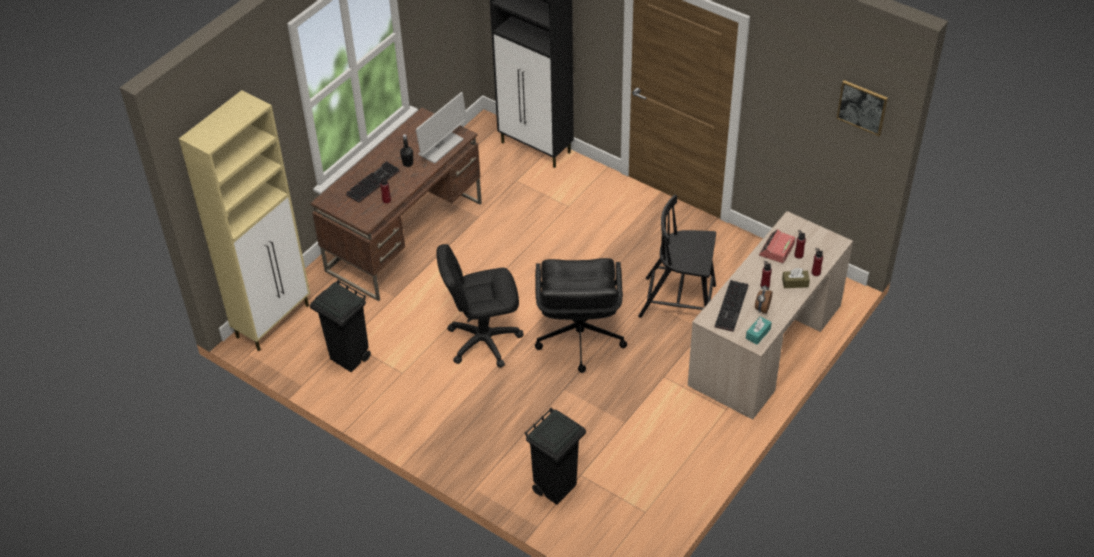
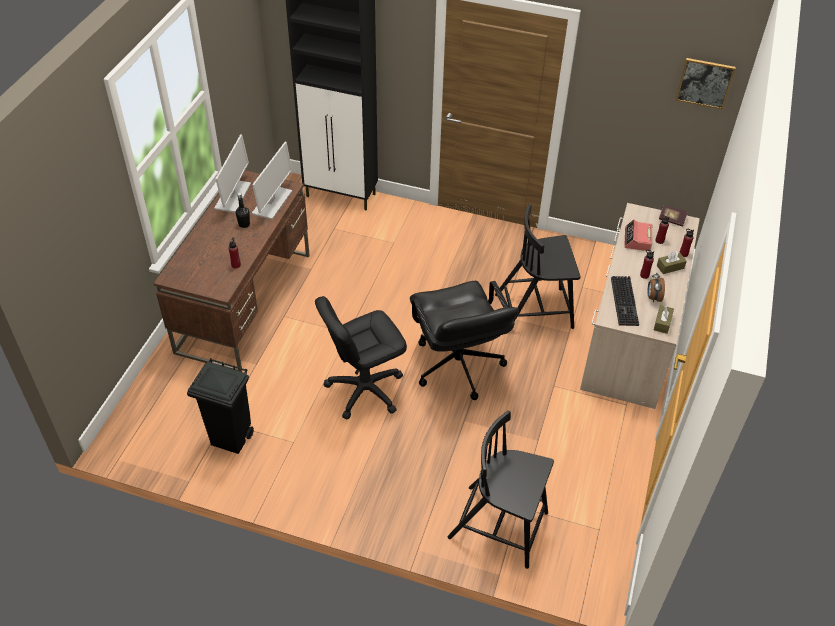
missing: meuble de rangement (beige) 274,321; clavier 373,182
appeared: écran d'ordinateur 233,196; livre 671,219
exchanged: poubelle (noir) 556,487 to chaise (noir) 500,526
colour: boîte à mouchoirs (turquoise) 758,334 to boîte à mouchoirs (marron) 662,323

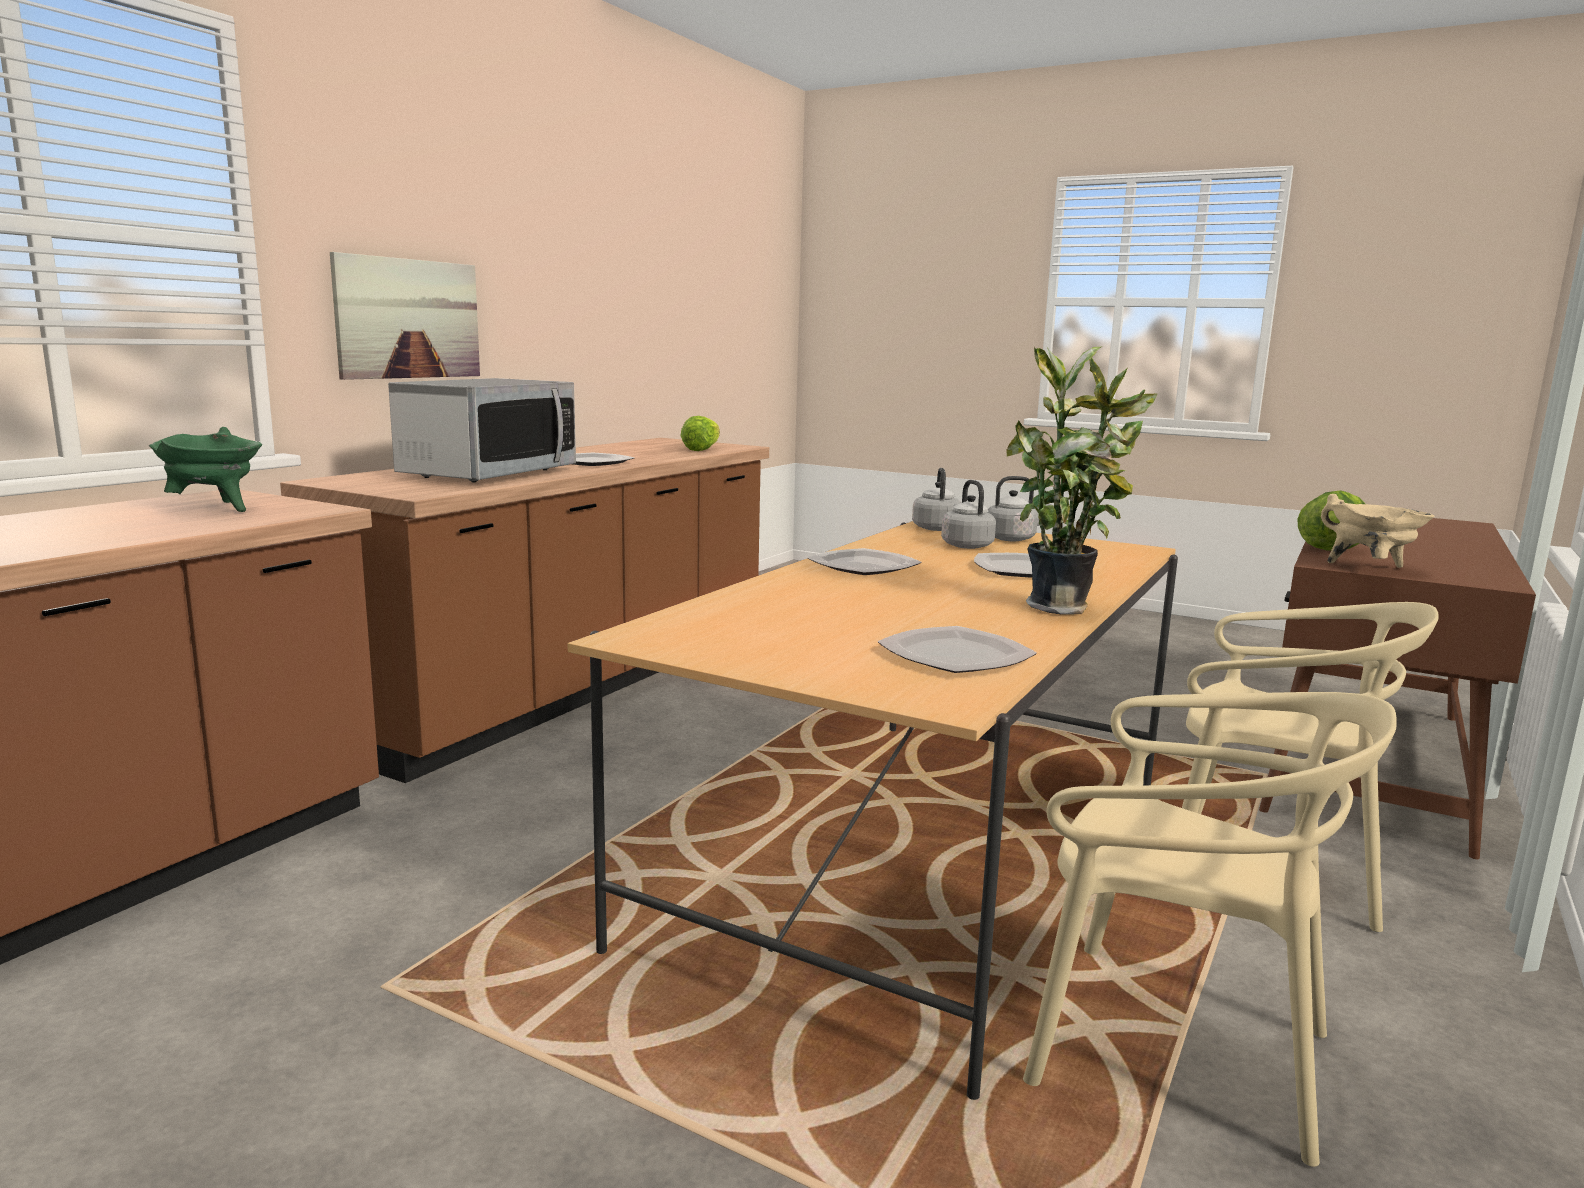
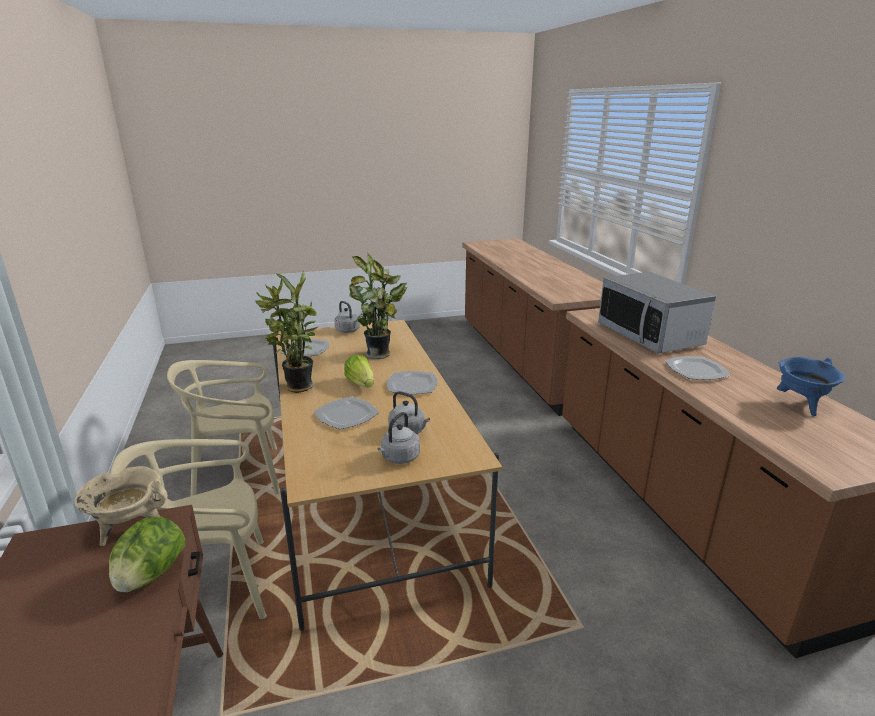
missing: tableau 408,319; marmite (vert) 215,509
appeared: plante en pot 381,355; marmite (bleu) 801,405
relocated: laitue 702,449 to 361,383; bouilloire (gris) 935,528 to 348,331

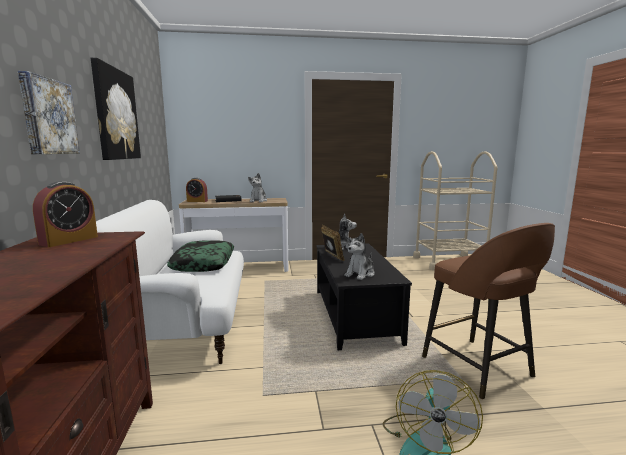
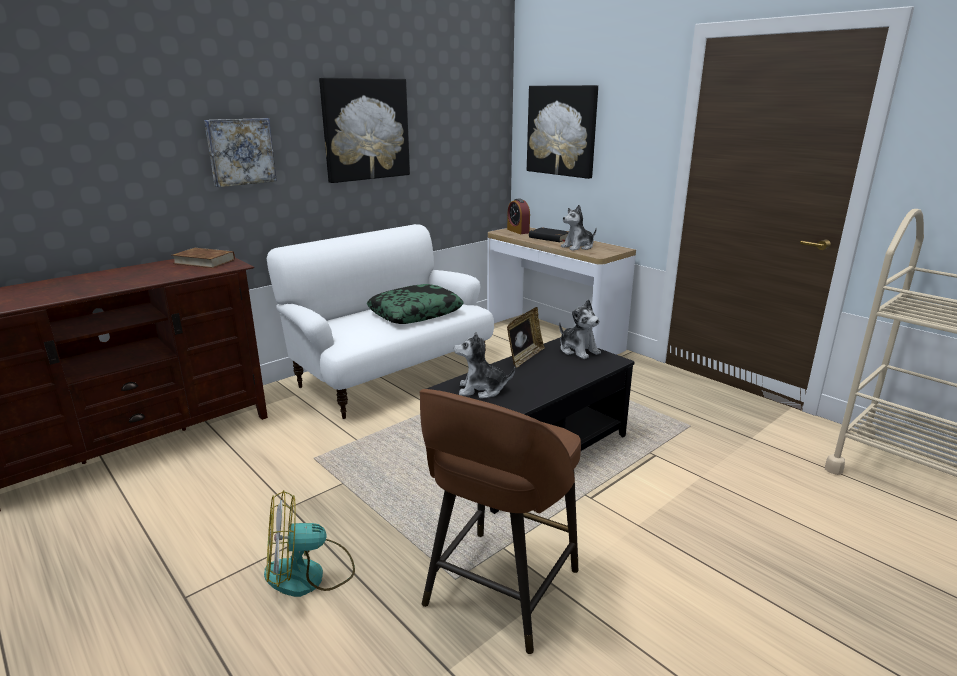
appeared: tableau 562,131
exchanged: réveil 69,240 to livre (marron) 204,261

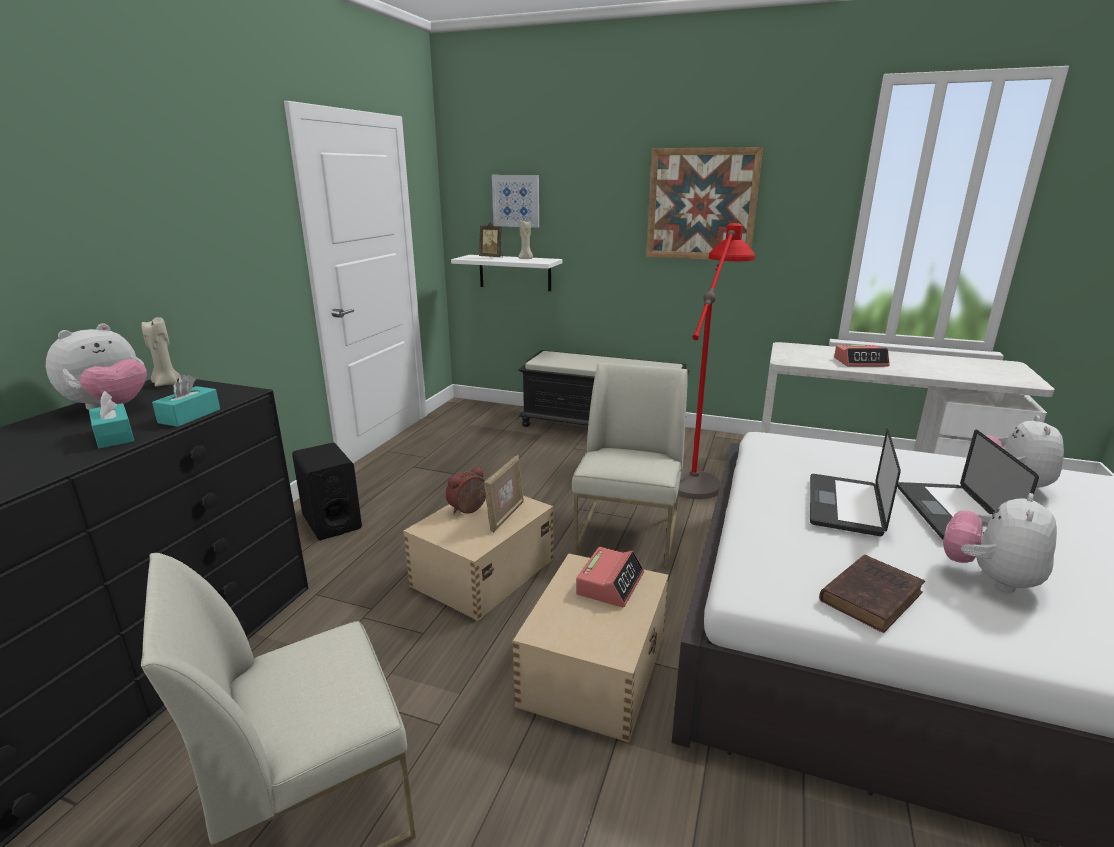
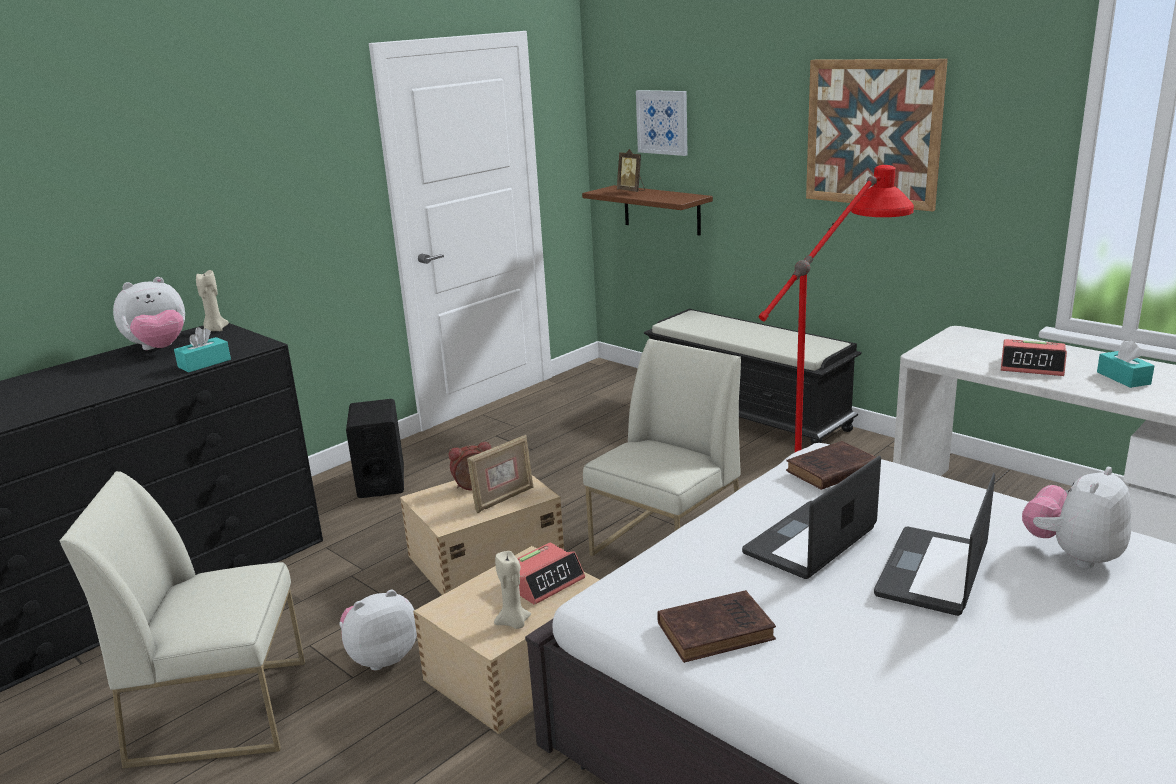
appeared: livre (marron) 830,471
relocated: bougie (beige) 526,258 to 514,623; boîte à mouchoirs (turquoise) 114,436 to 1123,378; peluche 989,578 to 381,657
colour: étagère (blanc) 515,272 to étagère (marron) 661,210

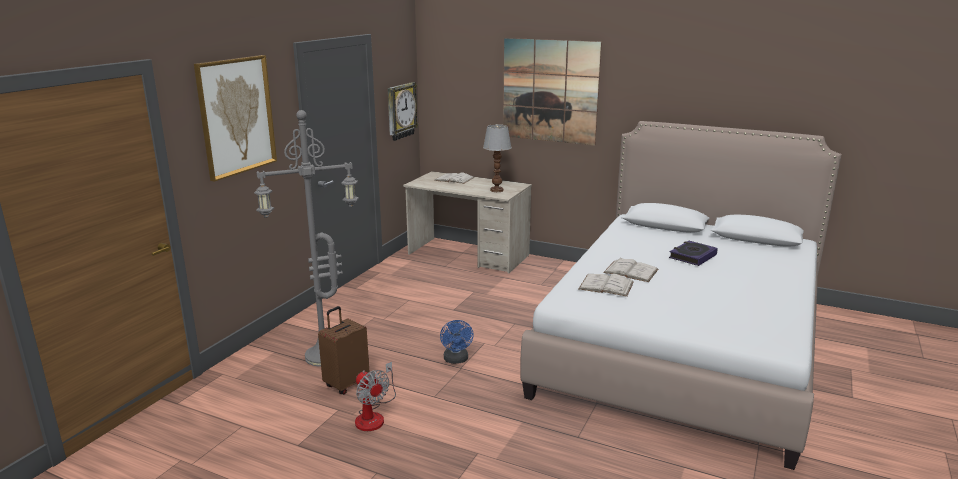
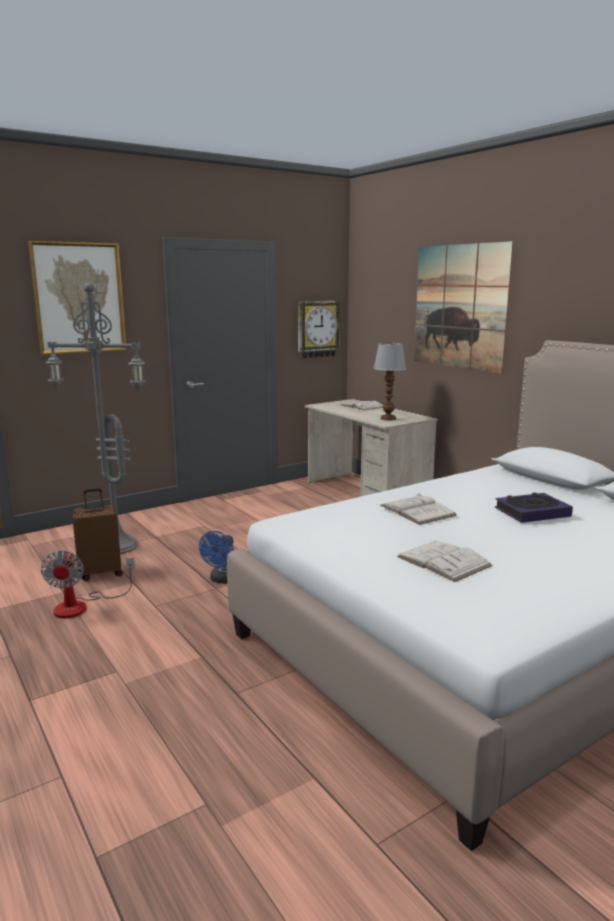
relocated: livre (blanc) 606,285 to 443,561

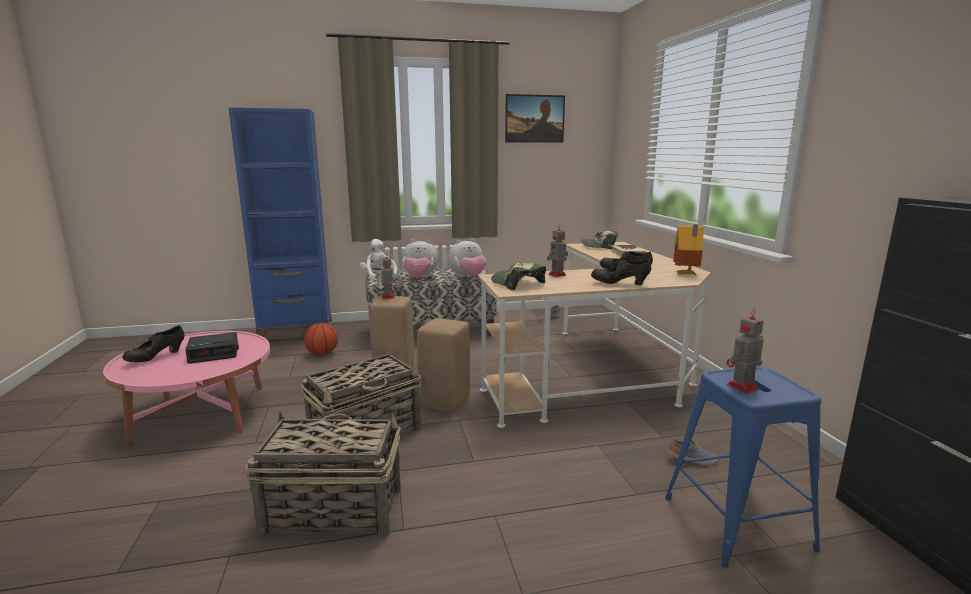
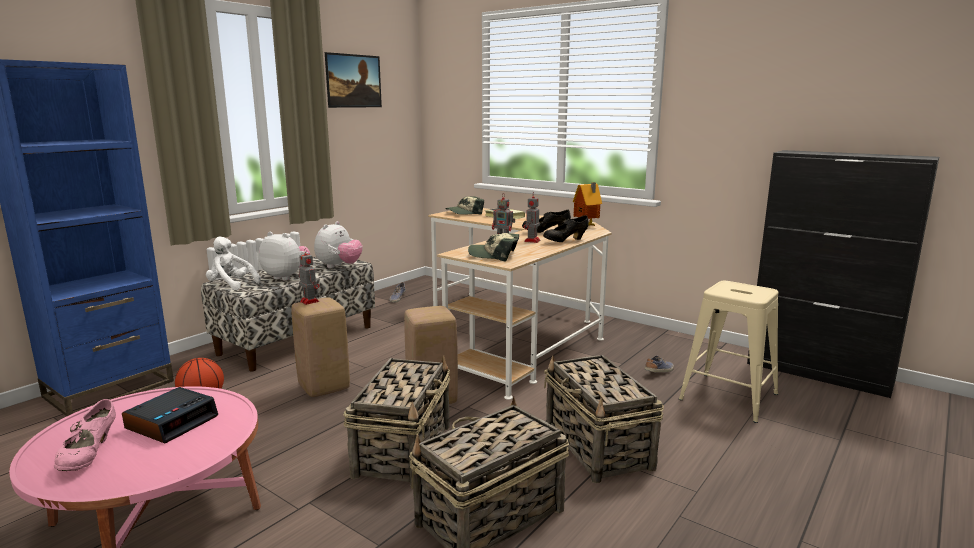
appeared: panier 598,447
relocated: robot jouet 741,387 to 532,241
colour: chaussure (noir) 156,357 to chaussure (rose) 89,456; tabouret (bleu) 736,522 to tabouret (beige) 728,397
spun: peluche 420,278 = 286,277 120 degrees counterclockwise

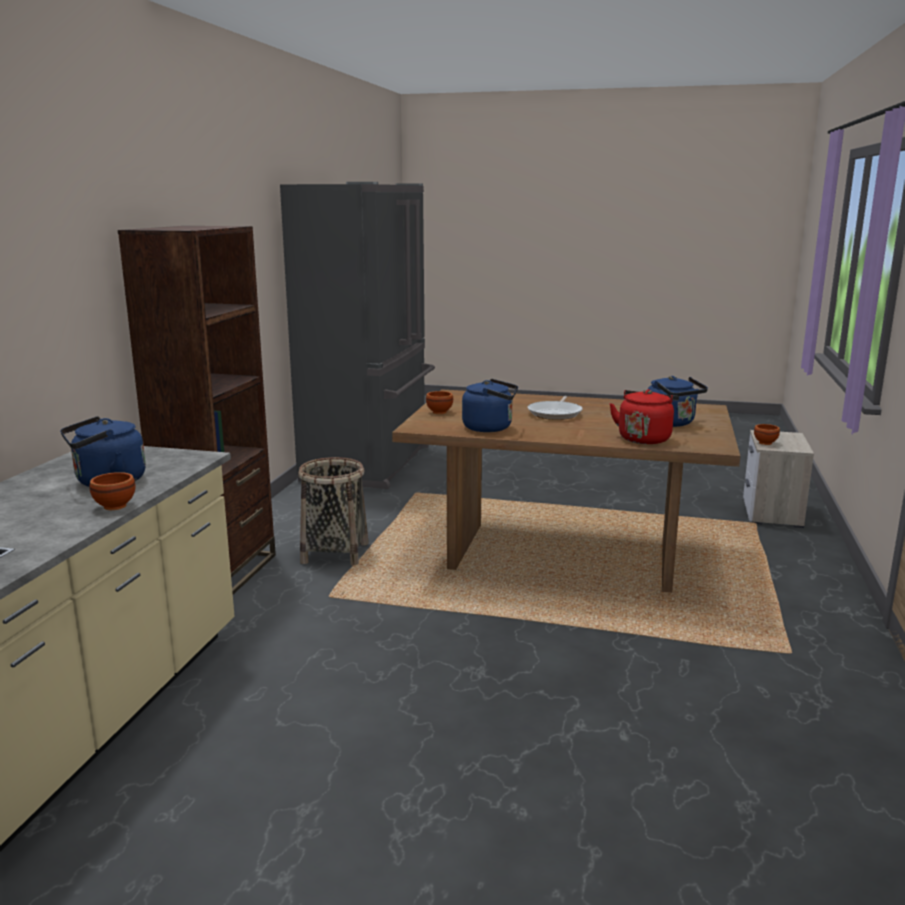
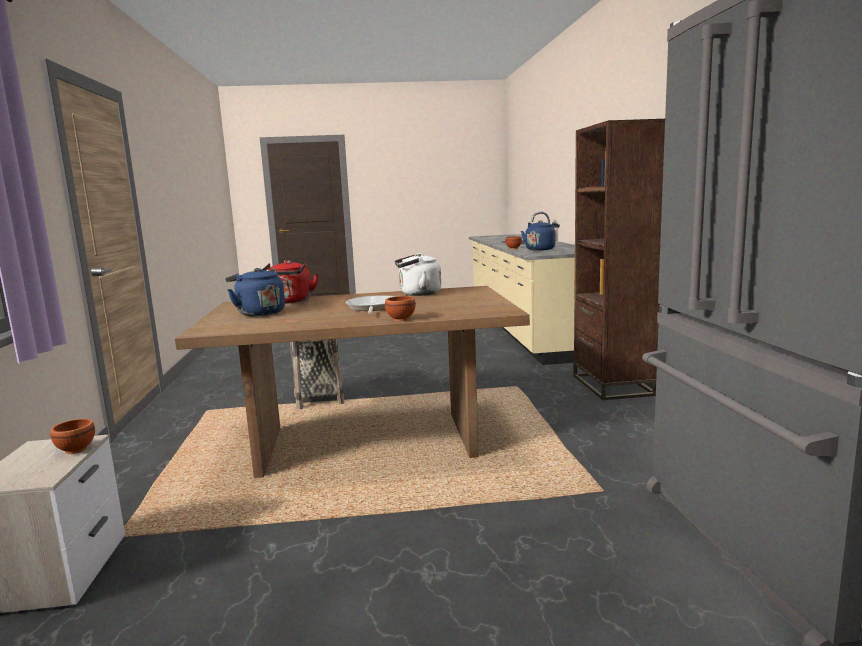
relocated: bol (marron) 440,412 to 400,319; panier 335,553 to 319,400
colour: bouilloire (bleu) 490,428 to bouilloire (blanc) 417,294

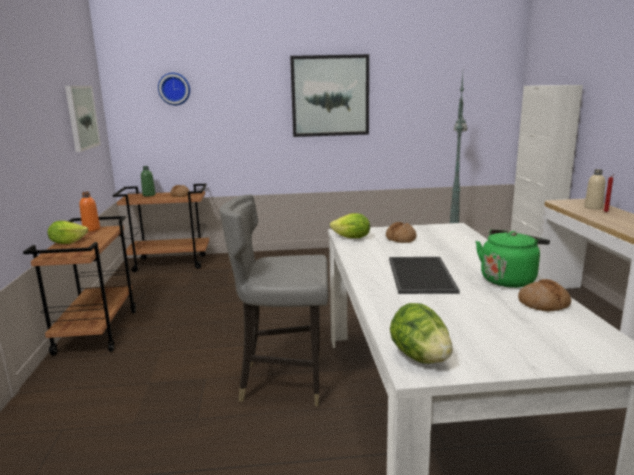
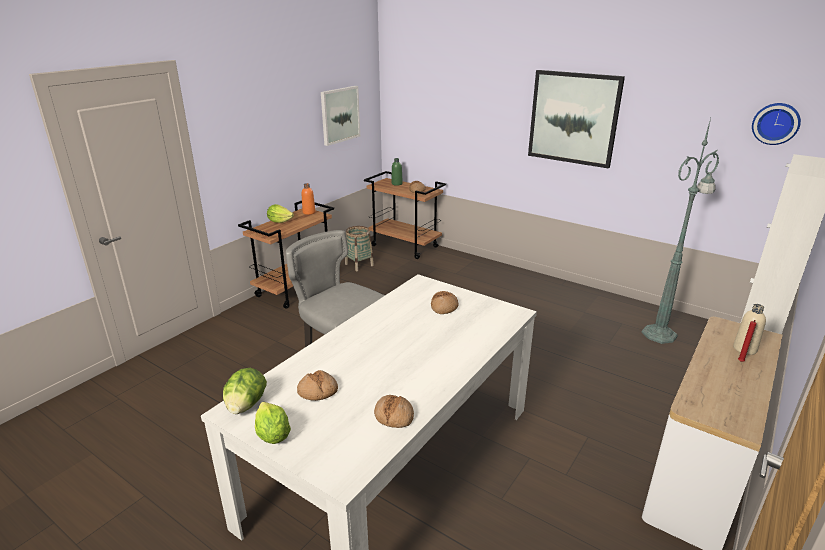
missing: bouilloire (vert) 509,279; plateau 422,275
appeared: panier 359,265; pain 317,391
relocated: horloge murale 174,89 to 776,123; laitue 352,238 to 272,435

